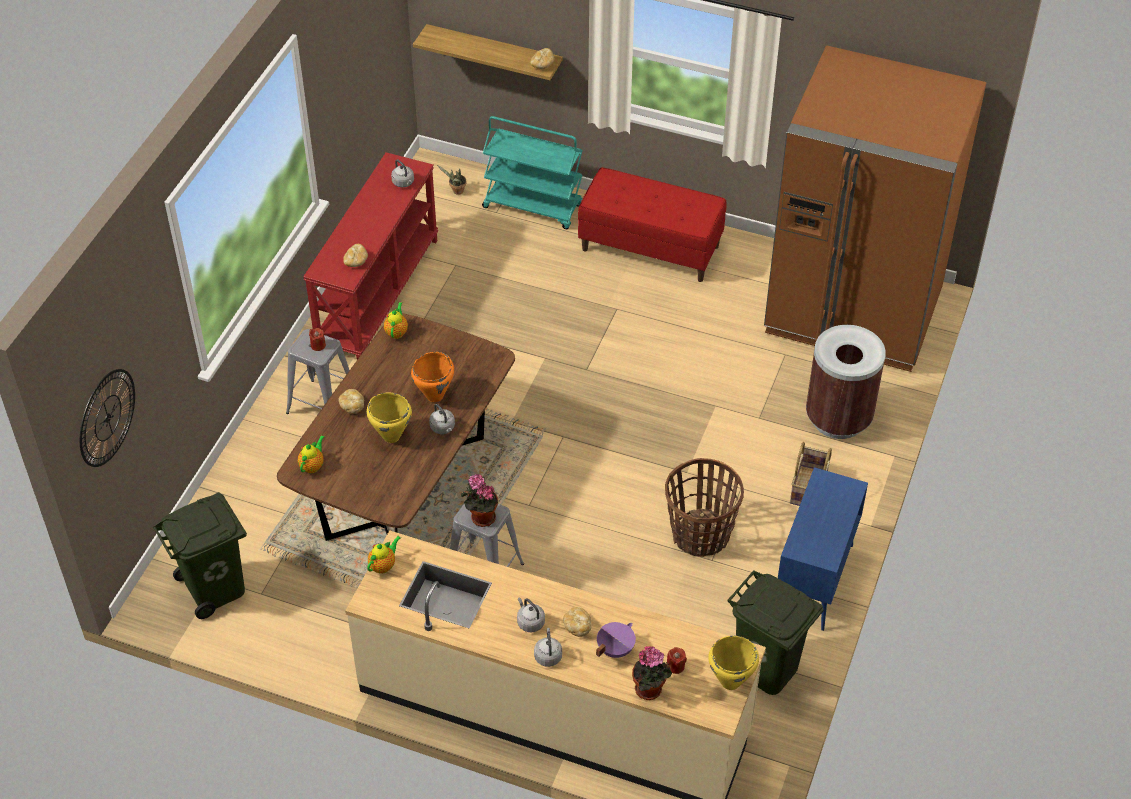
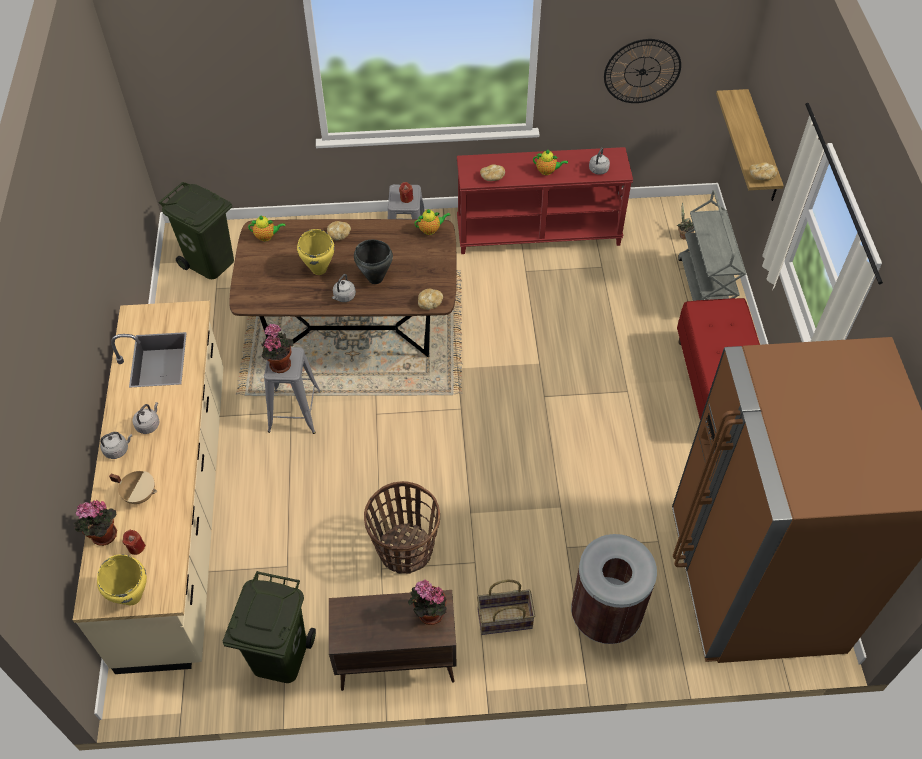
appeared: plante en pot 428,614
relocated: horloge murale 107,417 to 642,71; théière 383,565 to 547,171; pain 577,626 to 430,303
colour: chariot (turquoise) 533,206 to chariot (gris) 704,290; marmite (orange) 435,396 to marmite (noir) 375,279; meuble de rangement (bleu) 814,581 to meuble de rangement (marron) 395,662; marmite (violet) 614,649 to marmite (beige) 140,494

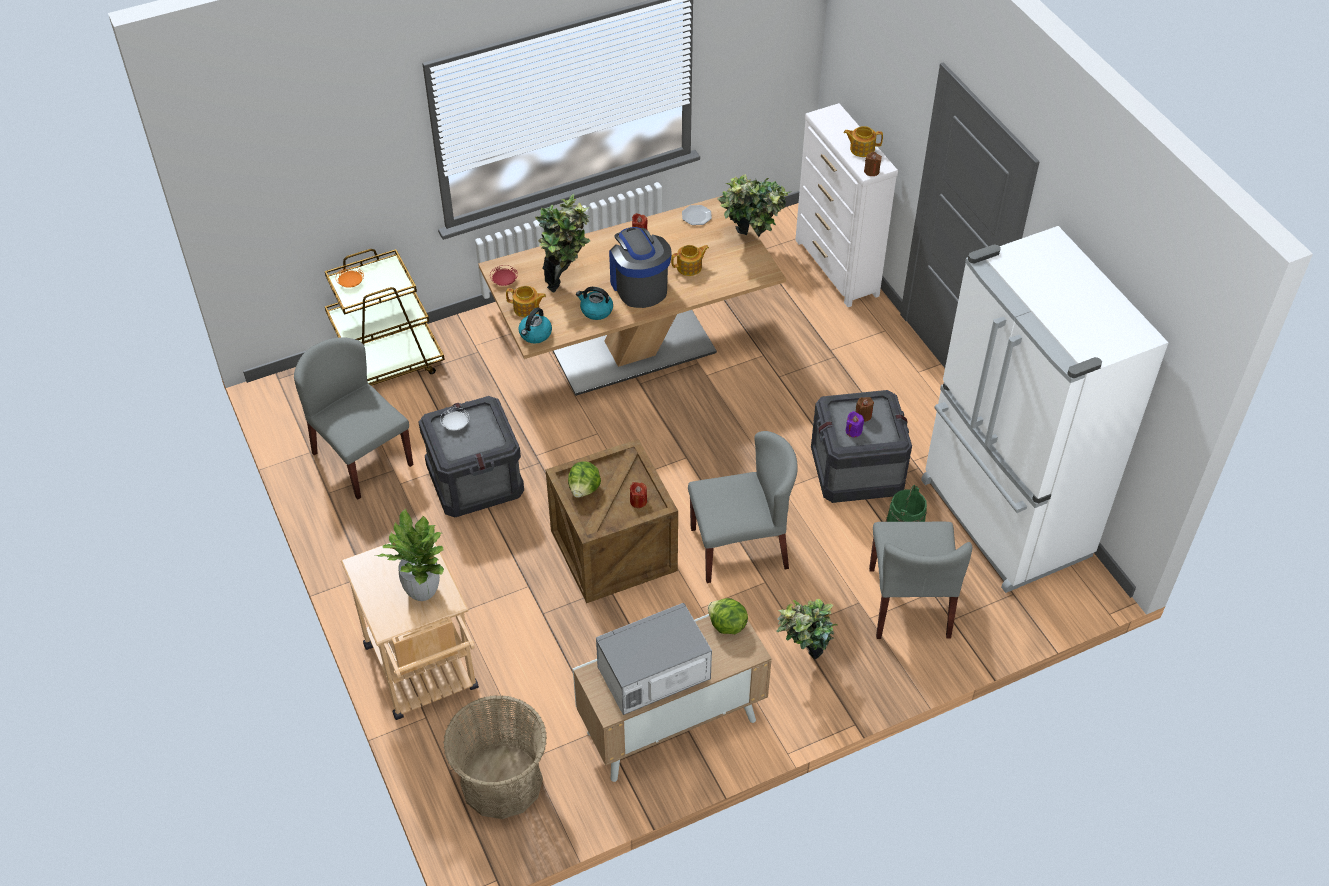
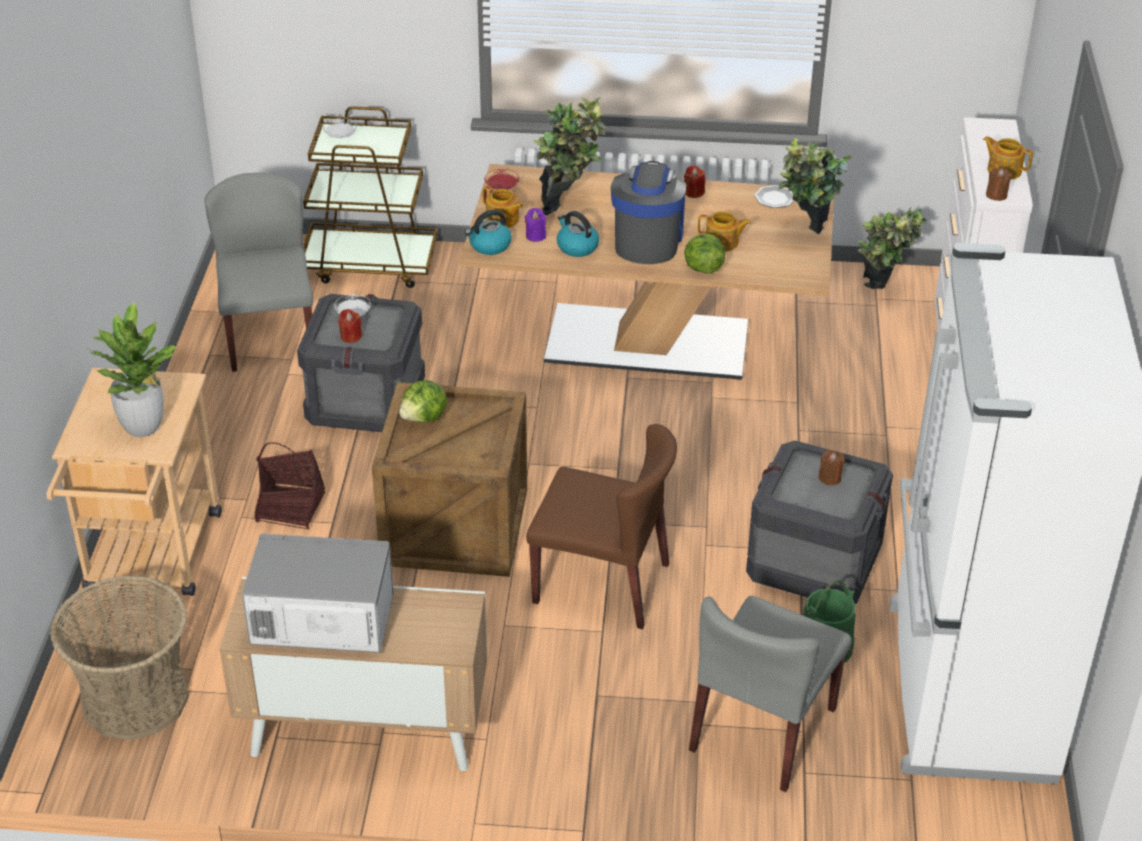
missing: plante en pot 803,662
appeared: panier 290,508
relocated: bougie (violet) 853,431 to 535,236; bougie (rouge) 638,501 to 351,336; laitue 727,625 to 702,268
colour: assiette (orange) 351,283 to assiette (blanc) 340,136; chaise (gris) 740,547 to chaise (marron) 602,583

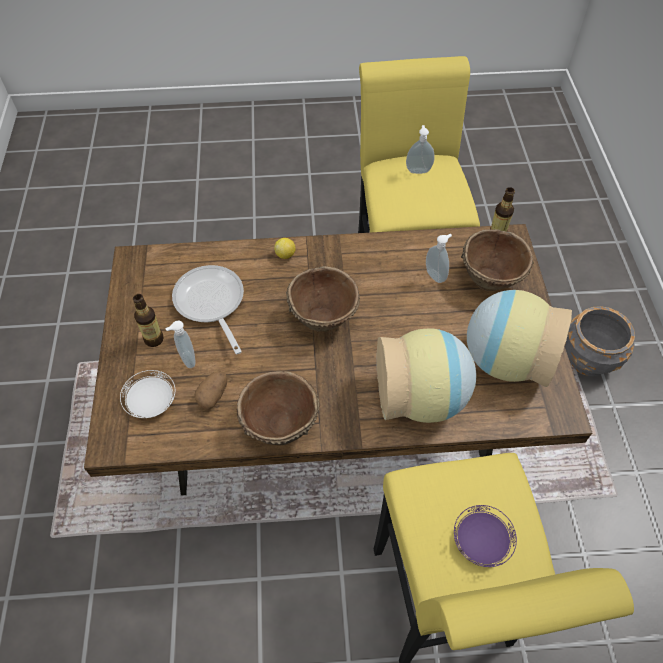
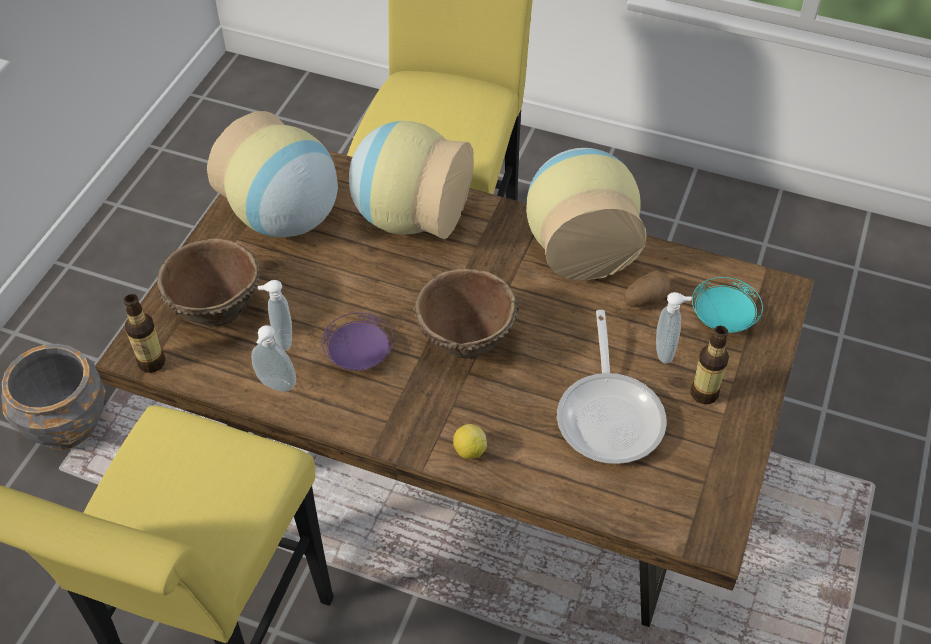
relocated: distributeur de savon 418,170 to 275,386; assiette (violet) 480,541 to 359,355
exchanged: bol (marron) 279,424 to vase 579,245
colour: assiette (blanc) 151,402 to assiette (turquoise) 723,318

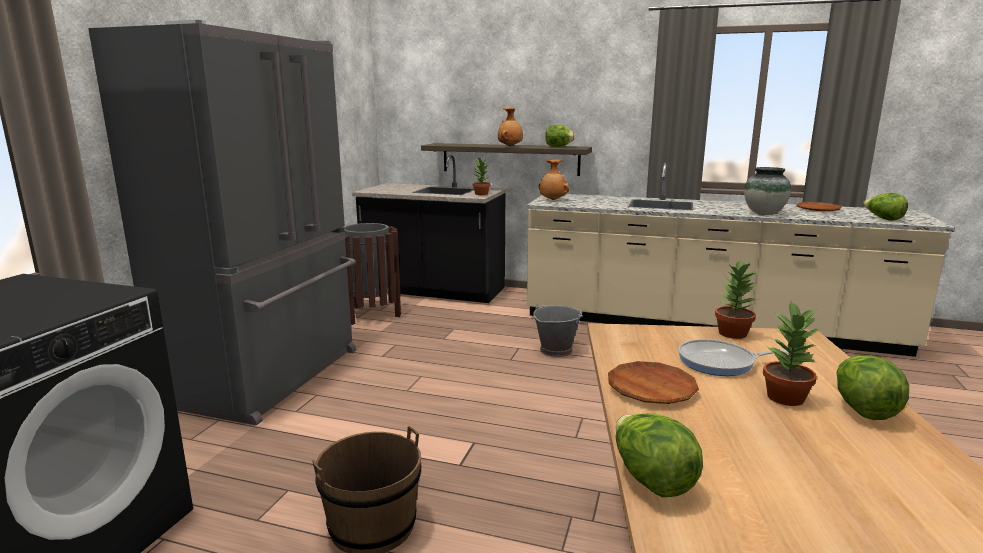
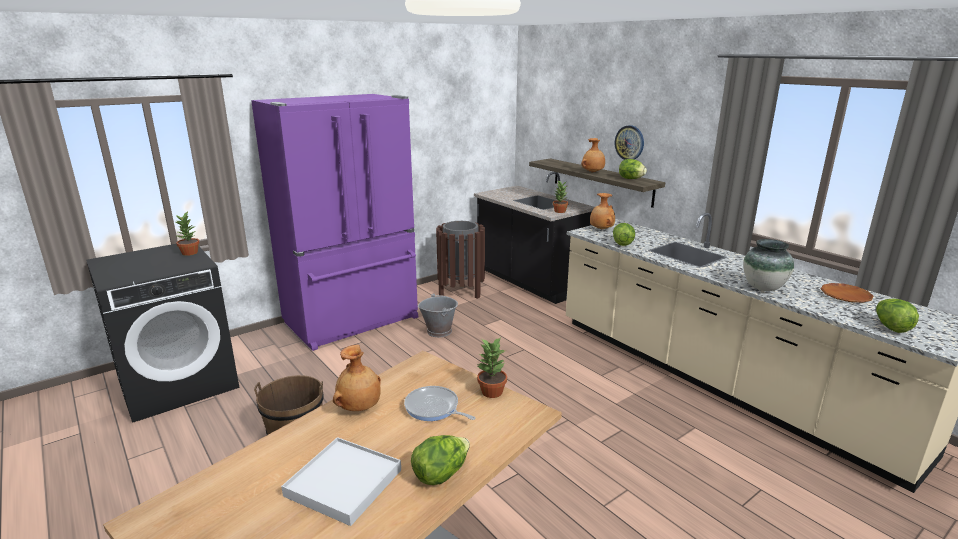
appeared: horloge murale 629,143; plateau (blanc) 344,483
relocated: plante en pot 786,397 to 190,253; seau (gris) 555,350 to 439,331; laitue 651,479 to 622,243
exchanged: assiette (marron) 651,388 to vase (marron) 360,407
colour: réfrigérateur (gris) 270,377 to réfrigérateur (violet) 353,321

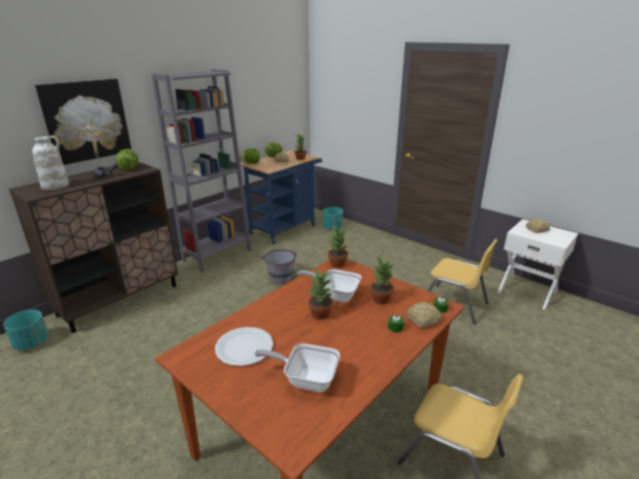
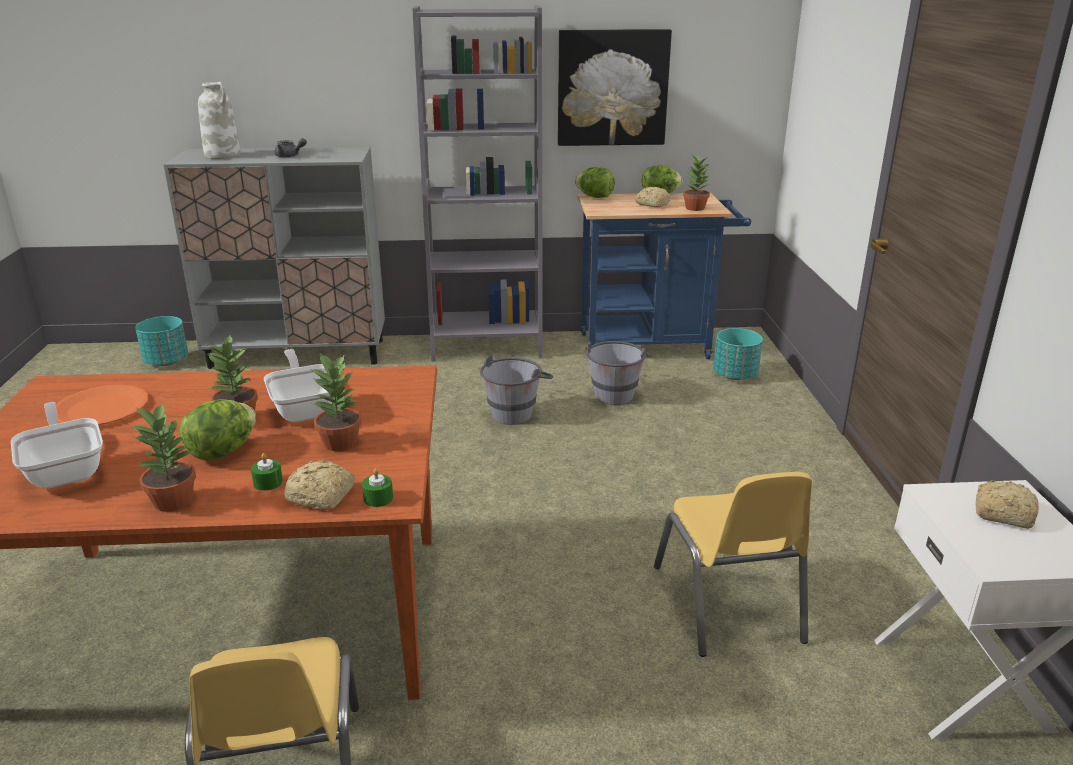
appeared: seau (gris) 615,392
relocated: tableau 86,120 to 612,88; laitue 129,168 to 222,451; plante en pot 337,264 to 173,500
colour: meuble de rangement (marron) 120,300 to meuble de rangement (gris) 299,354; assiette (blanc) 244,347 to assiette (orange) 101,408

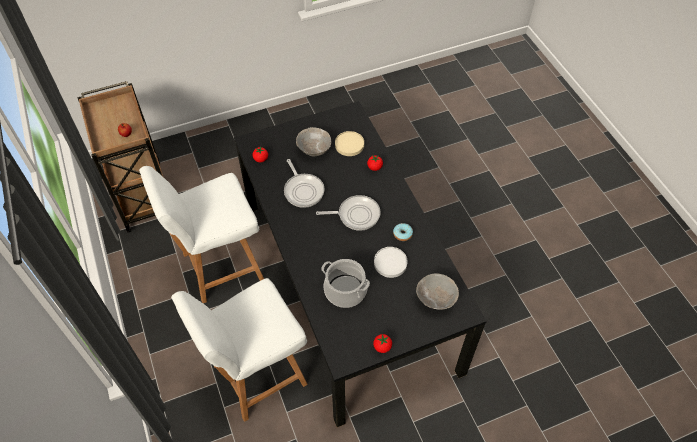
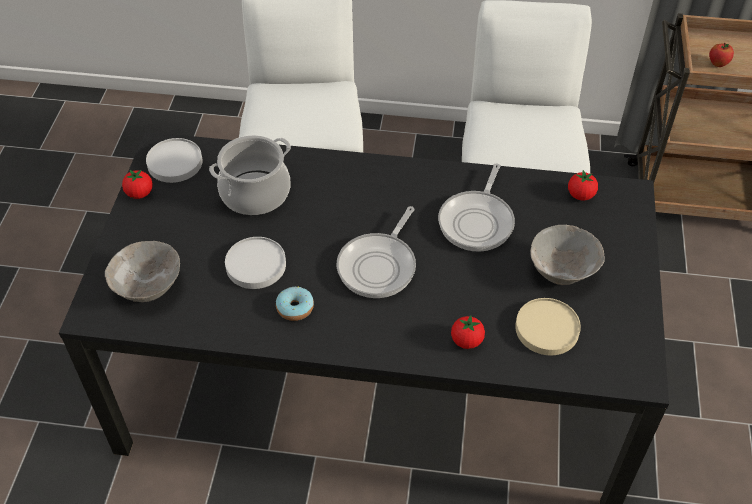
appeared: assiette (blanc) 175,163
spun: poêle 303,190 = 477,221 75 degrees counterclockwise

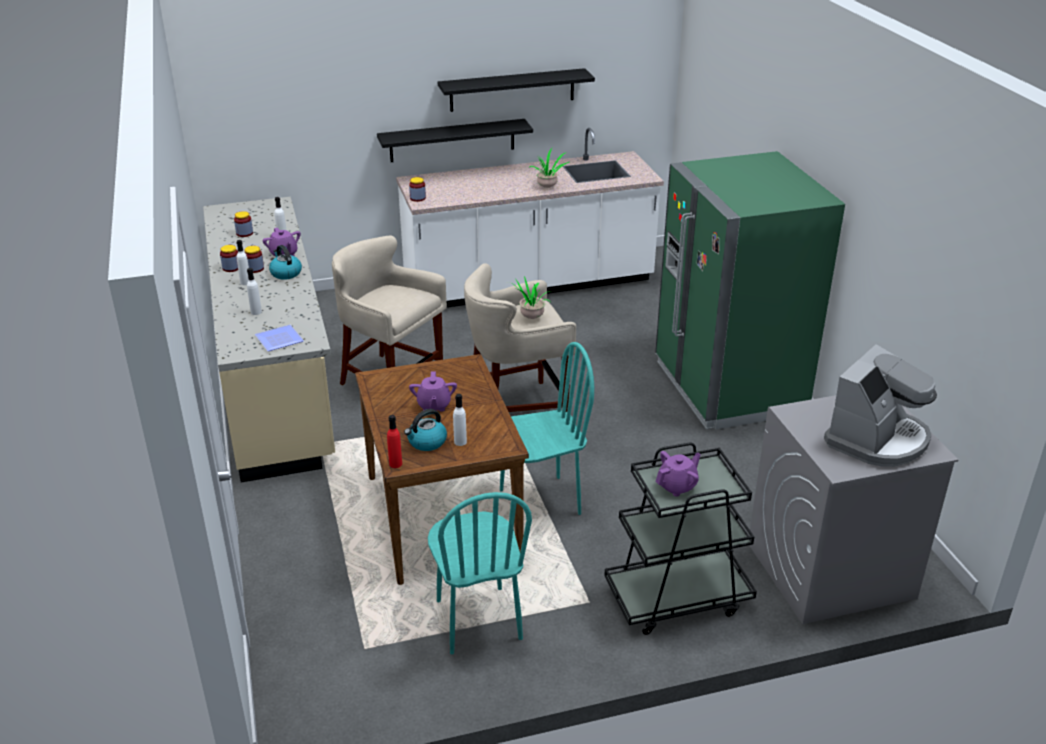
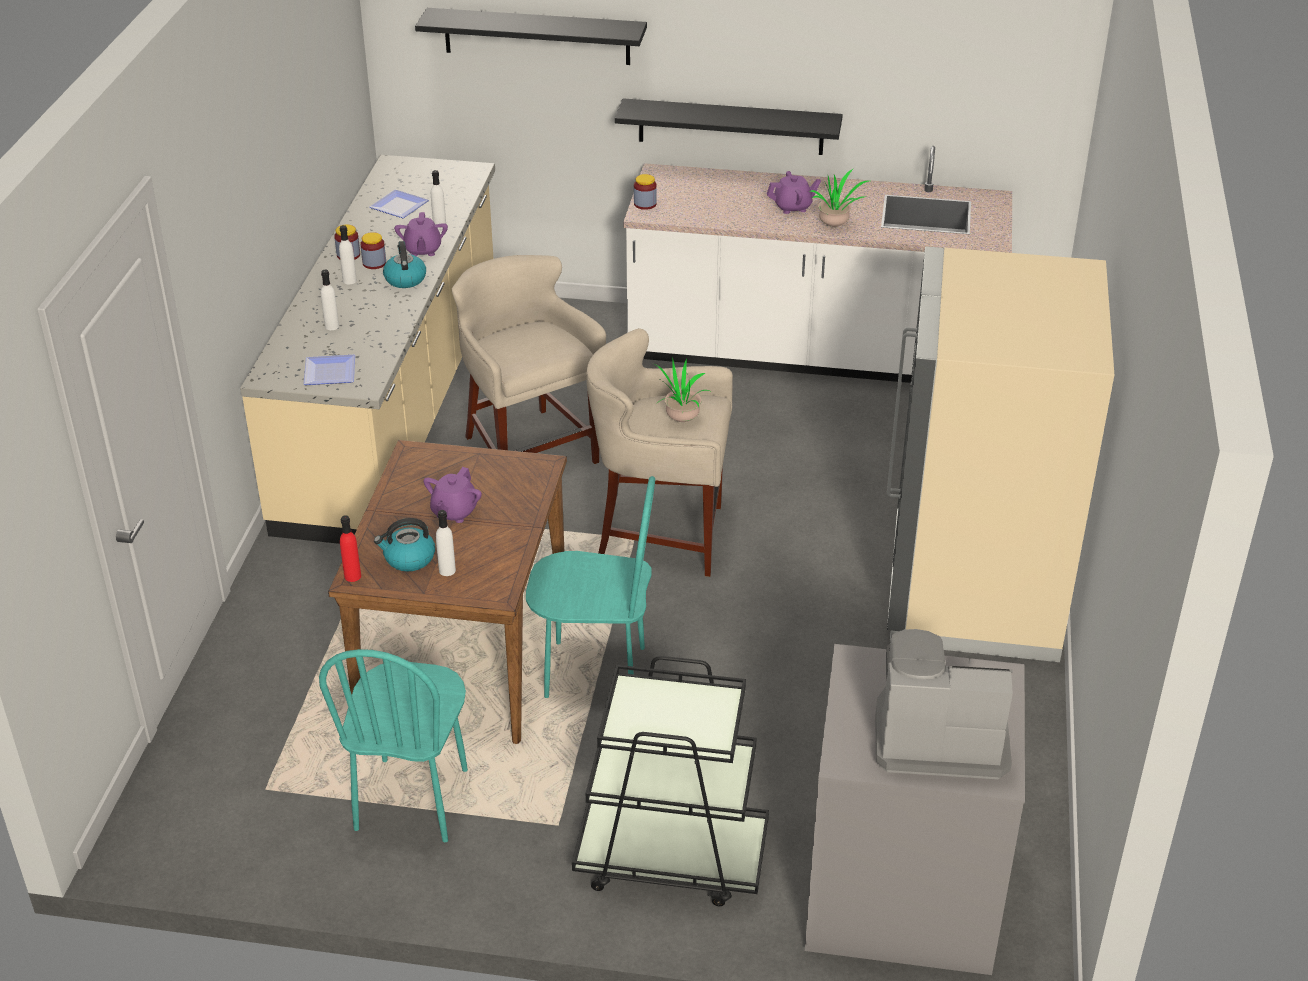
relocated: étagère (noir) 512,90 to 537,36; théière (violet) 677,486 to 793,207
exchanged: bocal 244,233 to assiette 399,207
colour: réfrigérateur (vert) 728,387 to réfrigérateur (beige) 973,589
spun: machine à café 877,439 = 938,736 150 degrees counterclockwise

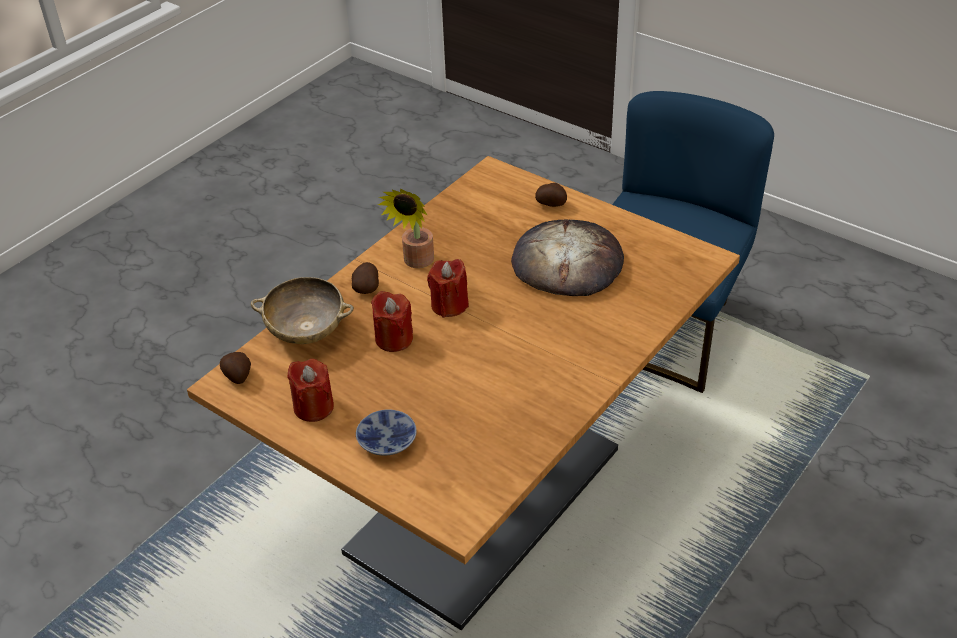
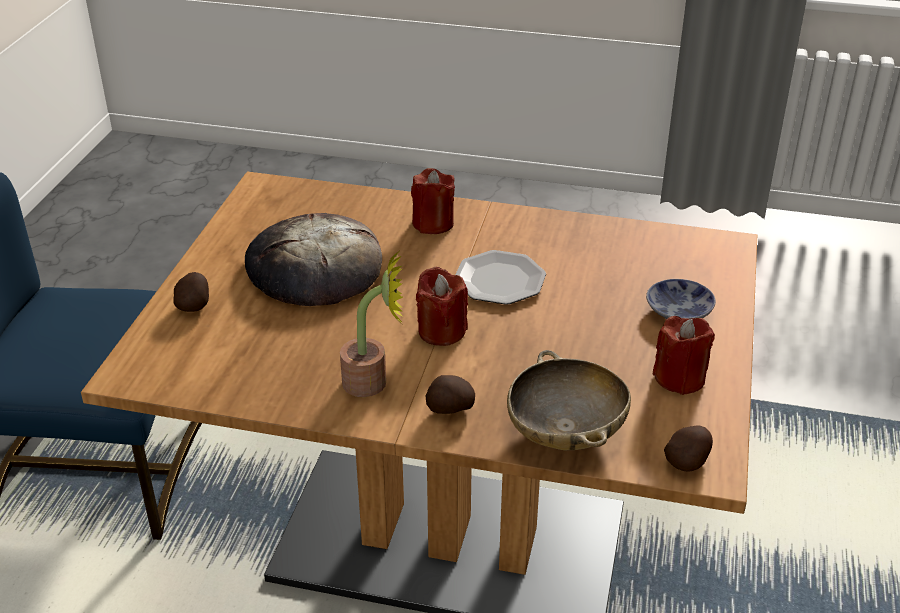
appeared: assiette 498,280
relocated: bougie (rouge) 394,339 to 433,223

